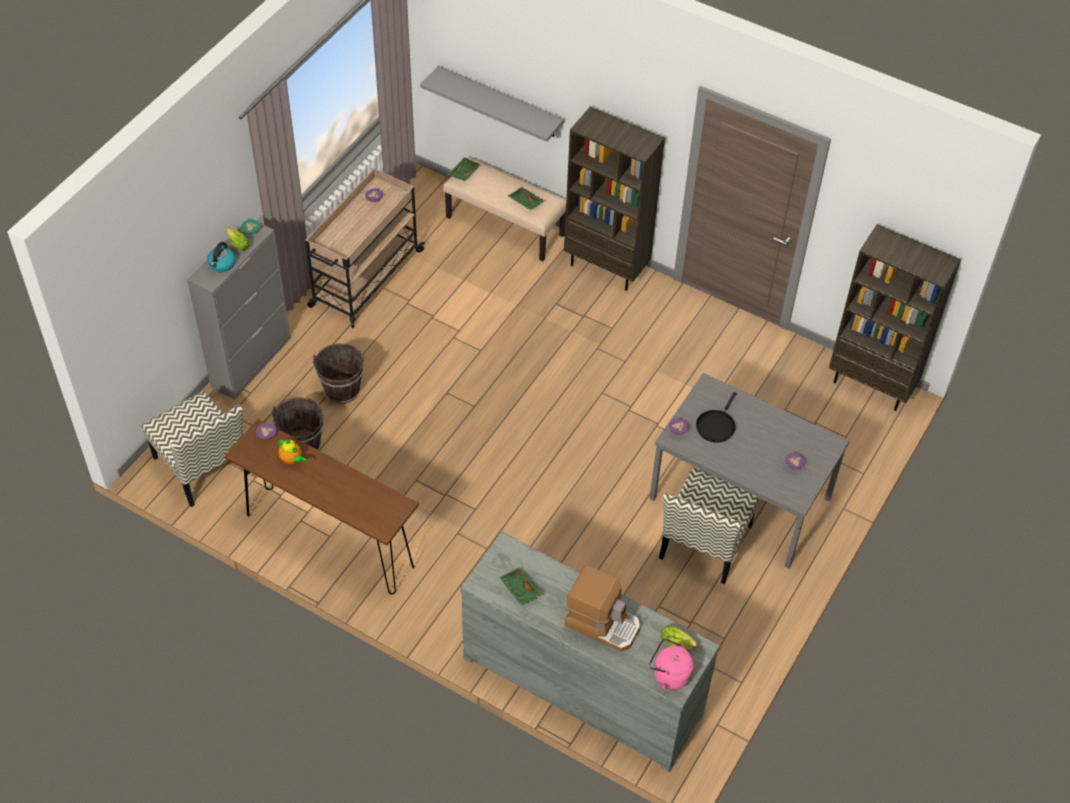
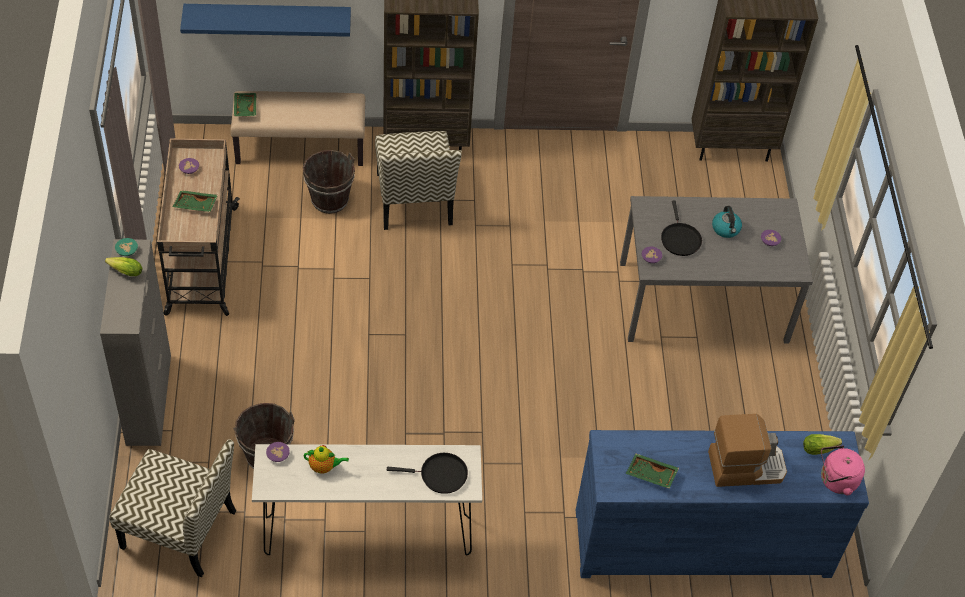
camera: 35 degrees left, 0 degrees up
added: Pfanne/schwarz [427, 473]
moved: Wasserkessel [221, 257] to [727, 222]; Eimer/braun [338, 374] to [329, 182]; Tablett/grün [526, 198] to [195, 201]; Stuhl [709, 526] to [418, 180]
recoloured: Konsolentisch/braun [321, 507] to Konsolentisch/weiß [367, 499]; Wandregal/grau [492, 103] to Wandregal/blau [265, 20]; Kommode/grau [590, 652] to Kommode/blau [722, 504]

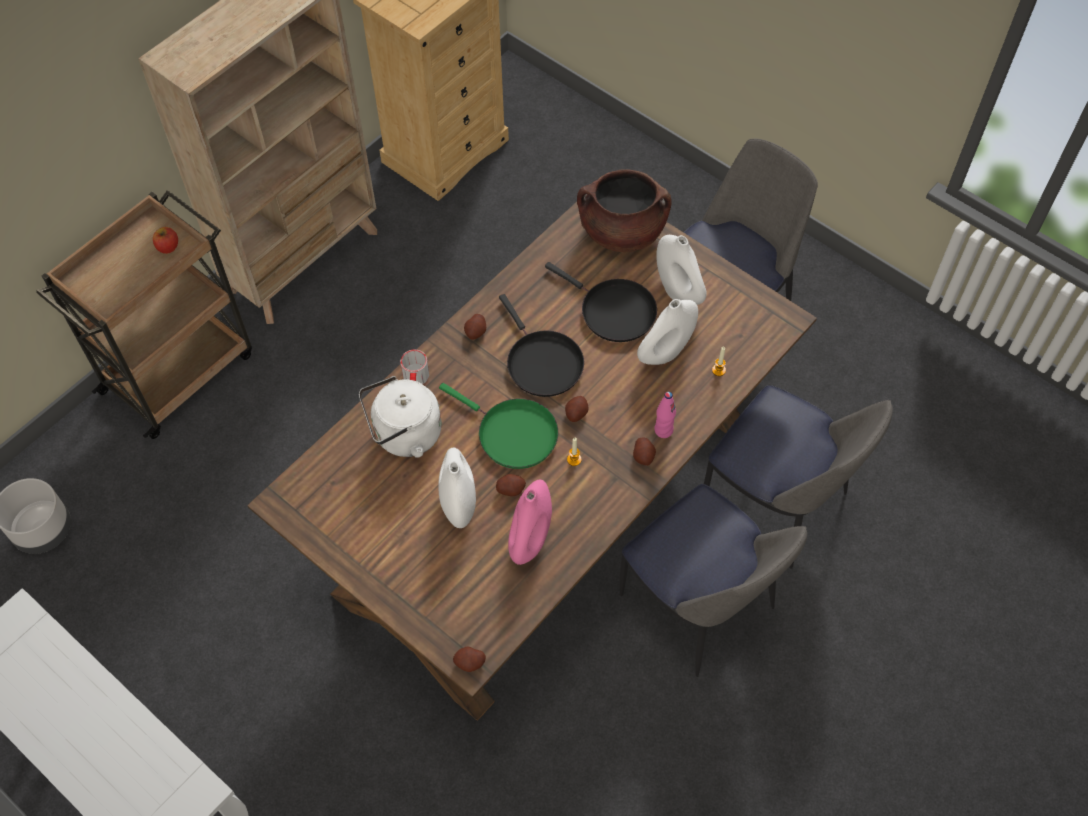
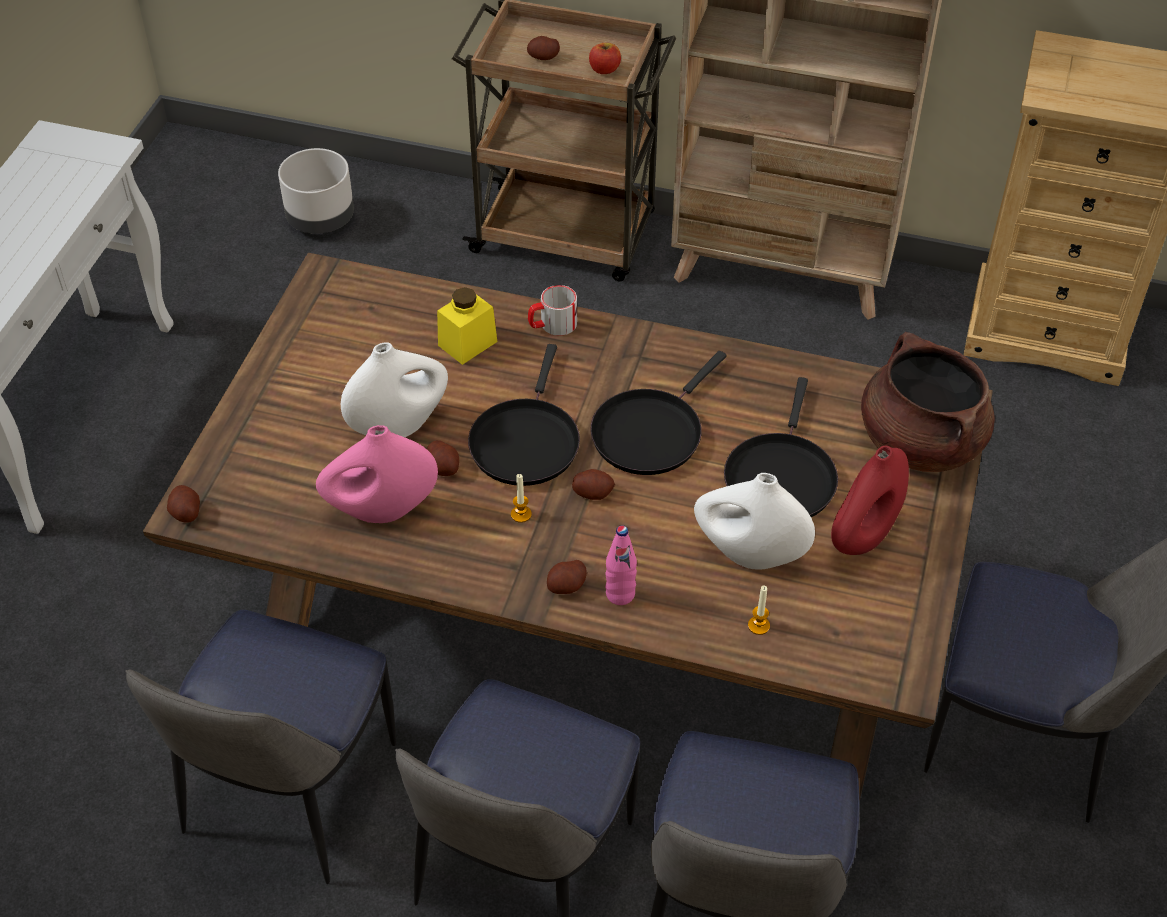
camera: 65 degrees right, 10 degrees down
added: Stuhl [260, 747]
moved: Kartoffel [475, 327] to [543, 48]
replaced: Wasserkessel/weiß [400, 417] to Vorratsglas/gelb [467, 326]
recoloured: Pfanne/grün [498, 426] to Pfanne/schwarz [524, 415]; Vase/weiß [681, 270] to Vase/rot [870, 500]

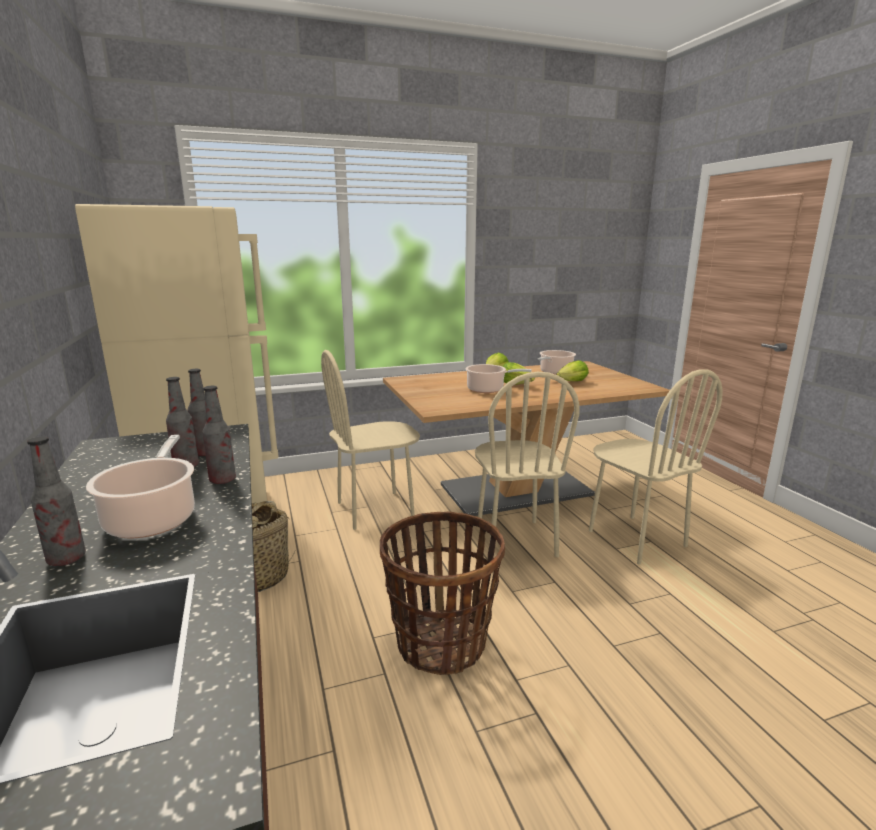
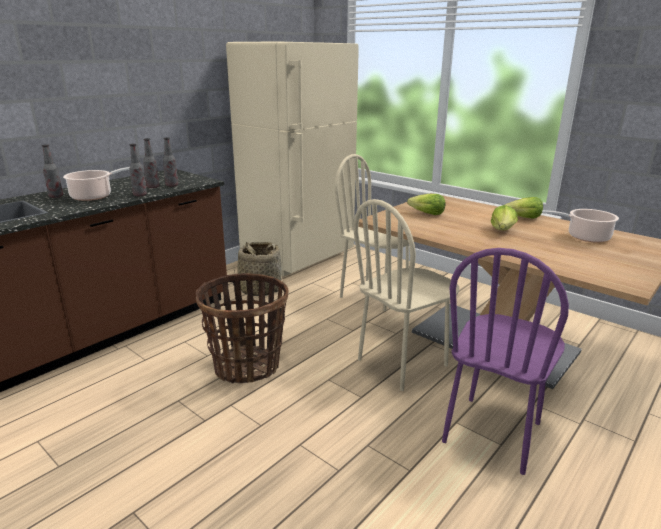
camera: 60 degrees right, 5 degrees up
removed: Kochtopf [498, 378]
moved: Salatkopf [572, 370] to [426, 204]
recoloured: Stuhl/beige [656, 467] to Stuhl/lila [505, 361]

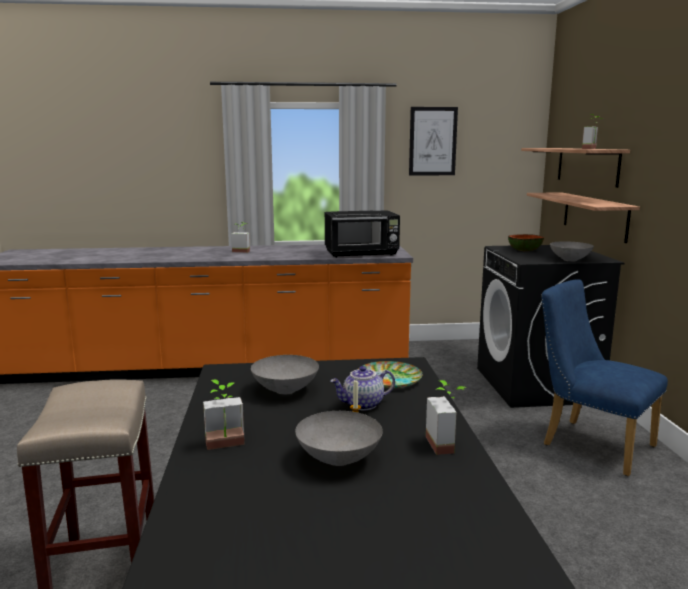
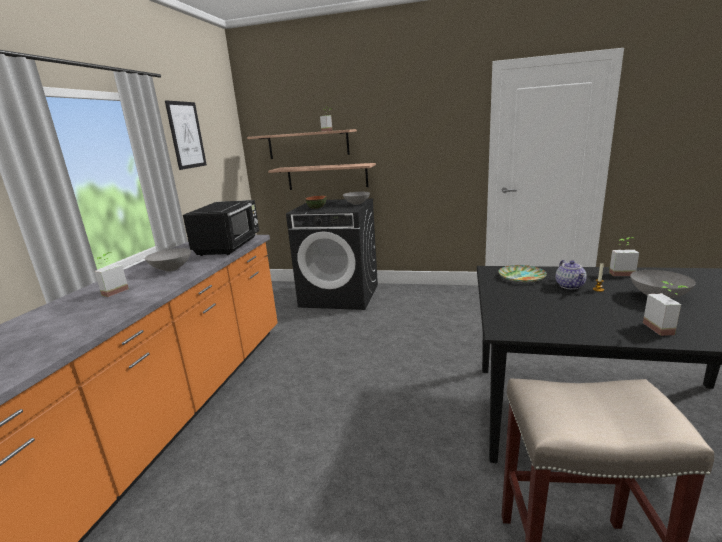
camera: 70 degrees left, 5 degrees up
removed: Stuhl/blau [604, 378]
moved: Schüssel/grau [285, 375] to [168, 260]

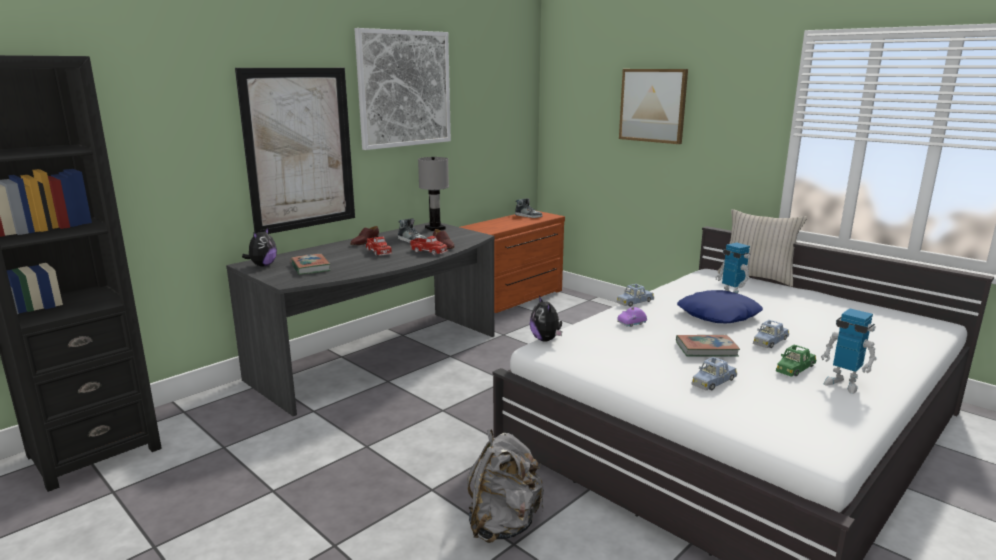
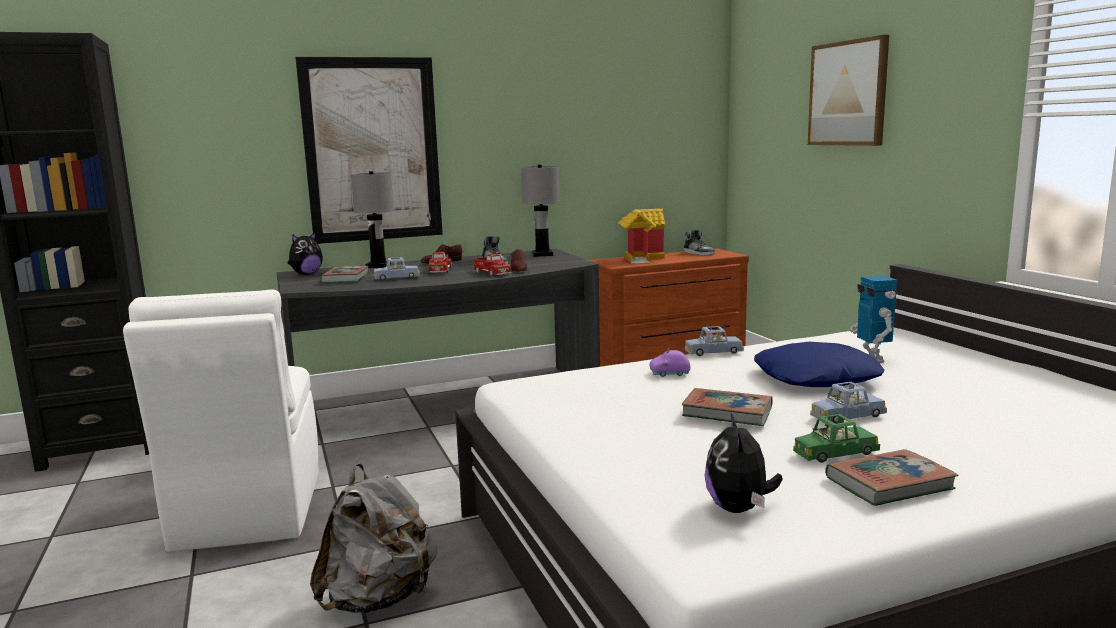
camera: 25 degrees right, 5 degrees down
removed: Bild [402, 89]; Kissen/beige [762, 248]
added: Stuhl/weiß [221, 420]; Tischlampe/grau [372, 219]; Spielzeughaus [641, 236]
moved: Plüschtier [546, 319] to [743, 463]; Spielzeugauto/blau [714, 374] to [397, 269]
replaced: Spielzeugroboter [849, 351] to Buch [891, 477]

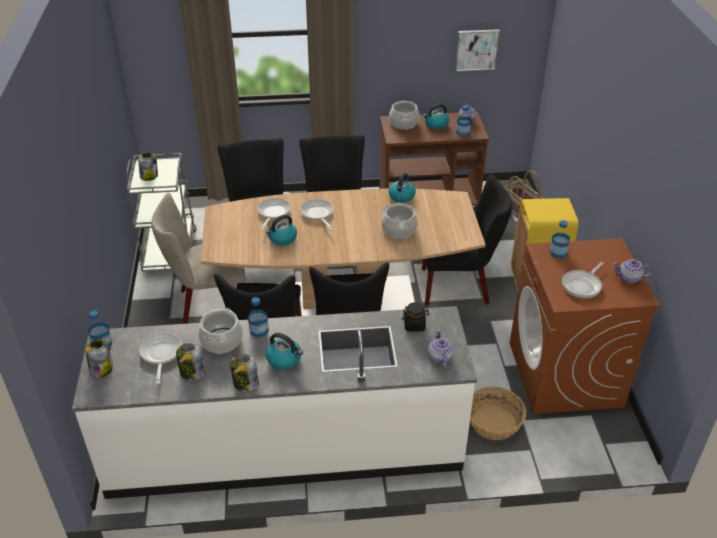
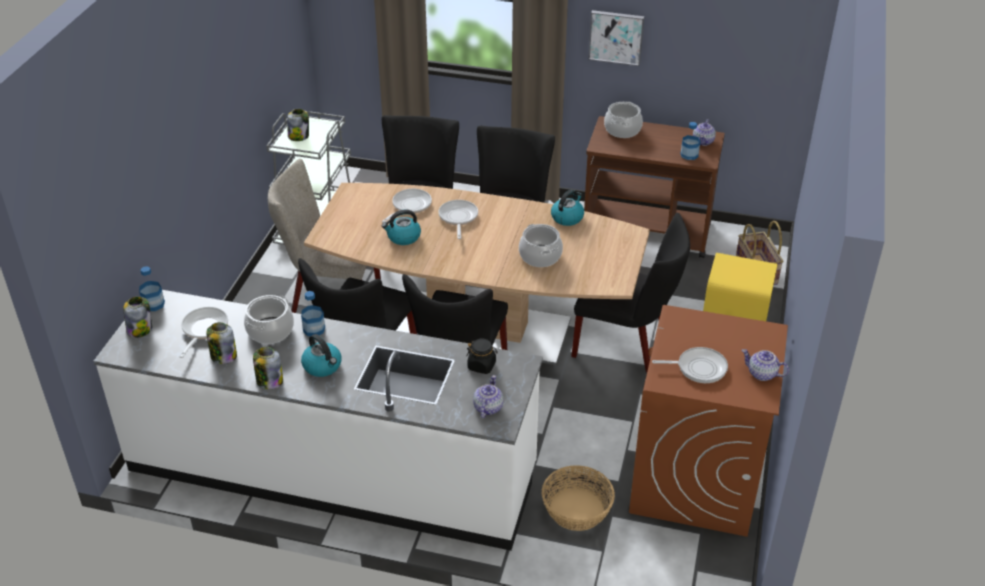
camera: 20 degrees right, 0 degrees up
removed: Wasserkessel [436, 116]; Flasche [560, 239]
moved: Bild [477, 50] to [616, 38]
turned: Pfanne [583, 280] = [690, 365] 150 degrees counterclockwise

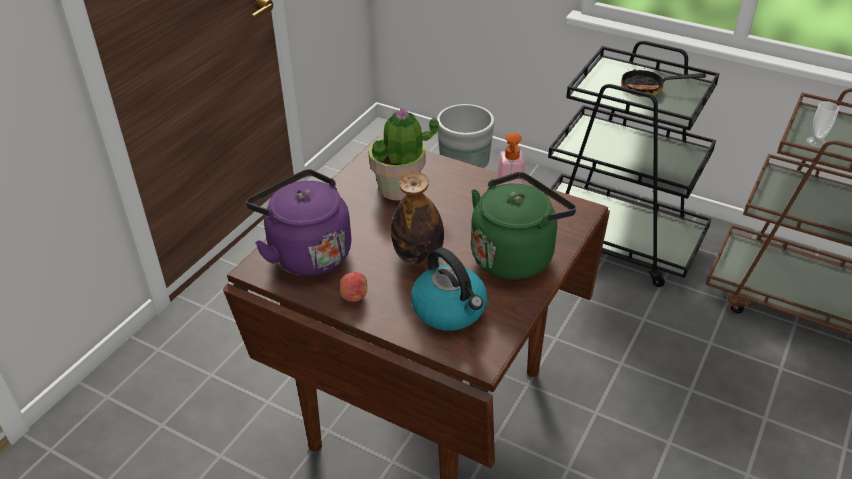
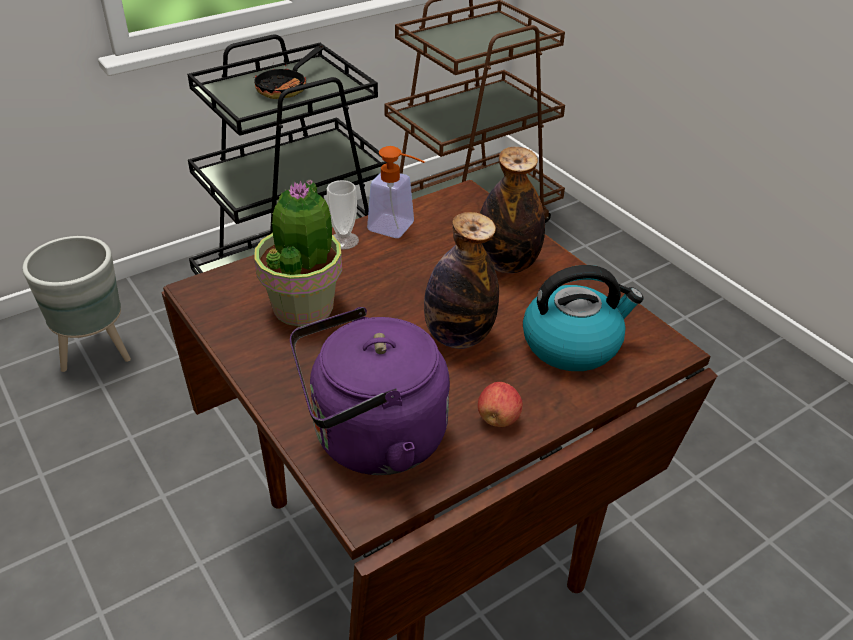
camera: 65 degrees left, 0 degrees up
moved: Tasse [822, 124] to [343, 215]
replaced: Wasserkessel/grün [523, 226] to Flasche [512, 210]

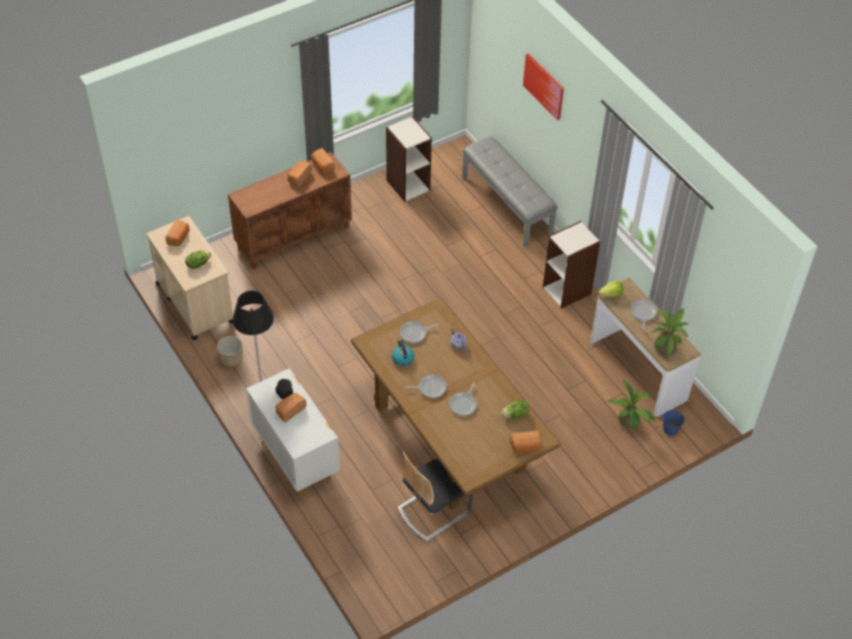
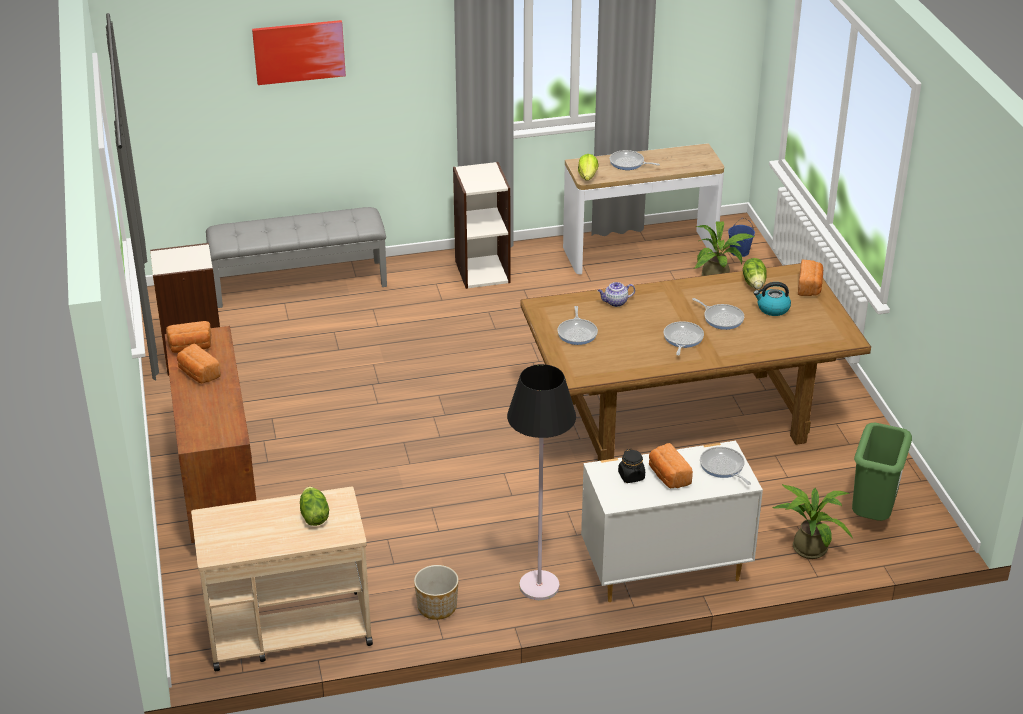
camera: 70 degrees left, 15 degrees down
removed: Brot [178, 232]; Stuhl [435, 496]
added: Pfanne [725, 466]; Mülleimer/grün [882, 472]
moved: Wasserkessel [403, 353] to [772, 299]; Topfpflanze [670, 332] to [812, 521]

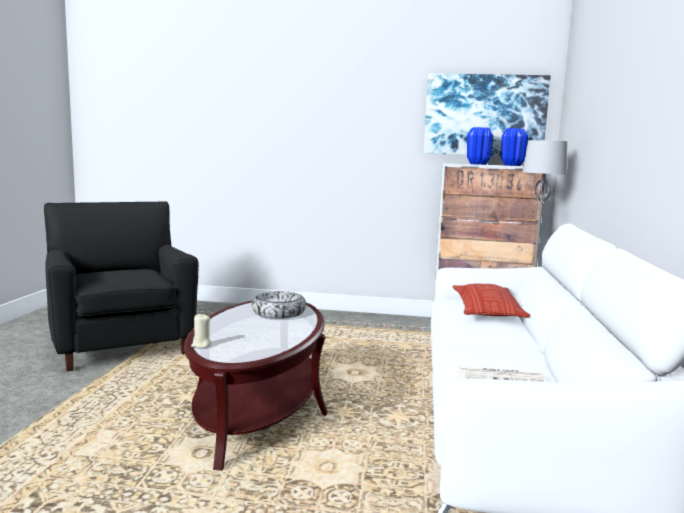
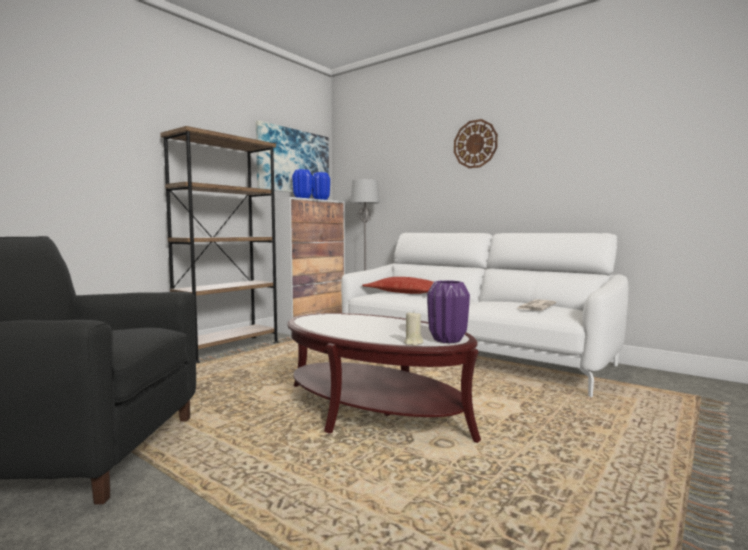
camera: 60 degrees left, 5 degrees down
removed: Schüssel [279, 305]
added: Bücherregal/braun [219, 244]; Vase/lila [448, 311]; Wanduhr [476, 143]

